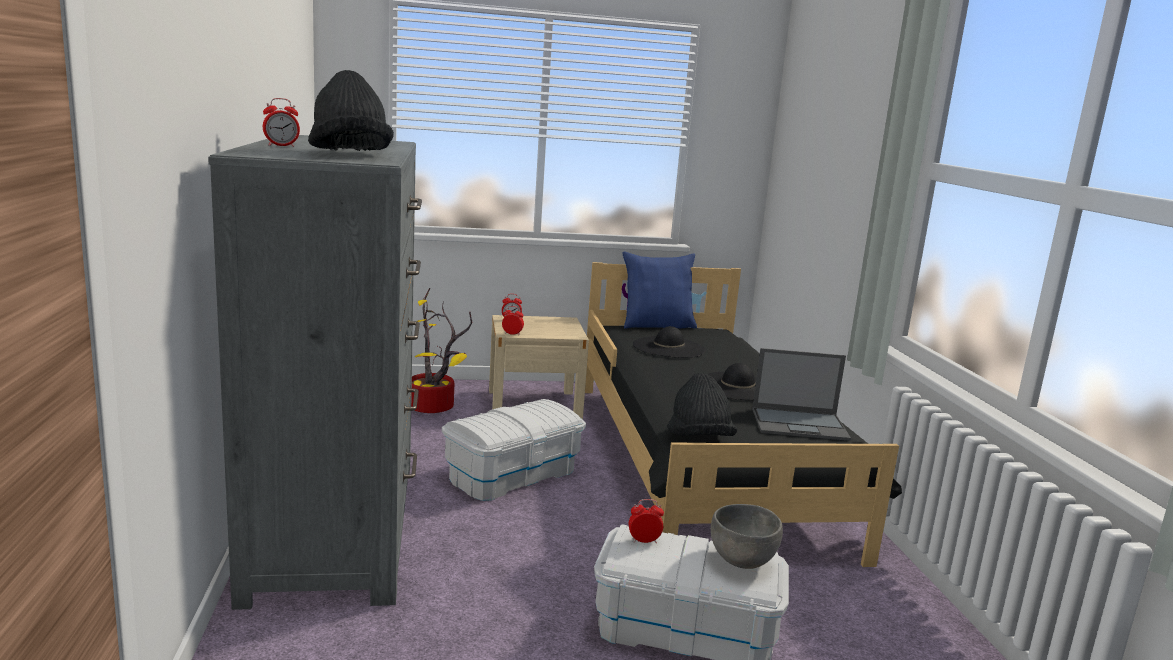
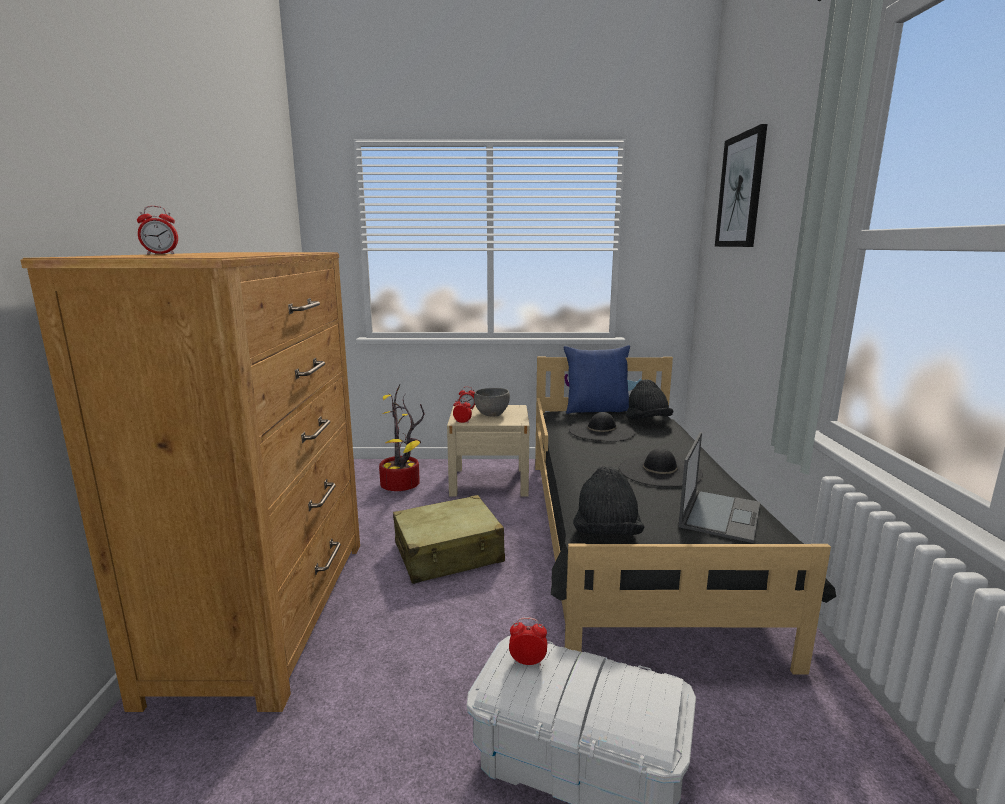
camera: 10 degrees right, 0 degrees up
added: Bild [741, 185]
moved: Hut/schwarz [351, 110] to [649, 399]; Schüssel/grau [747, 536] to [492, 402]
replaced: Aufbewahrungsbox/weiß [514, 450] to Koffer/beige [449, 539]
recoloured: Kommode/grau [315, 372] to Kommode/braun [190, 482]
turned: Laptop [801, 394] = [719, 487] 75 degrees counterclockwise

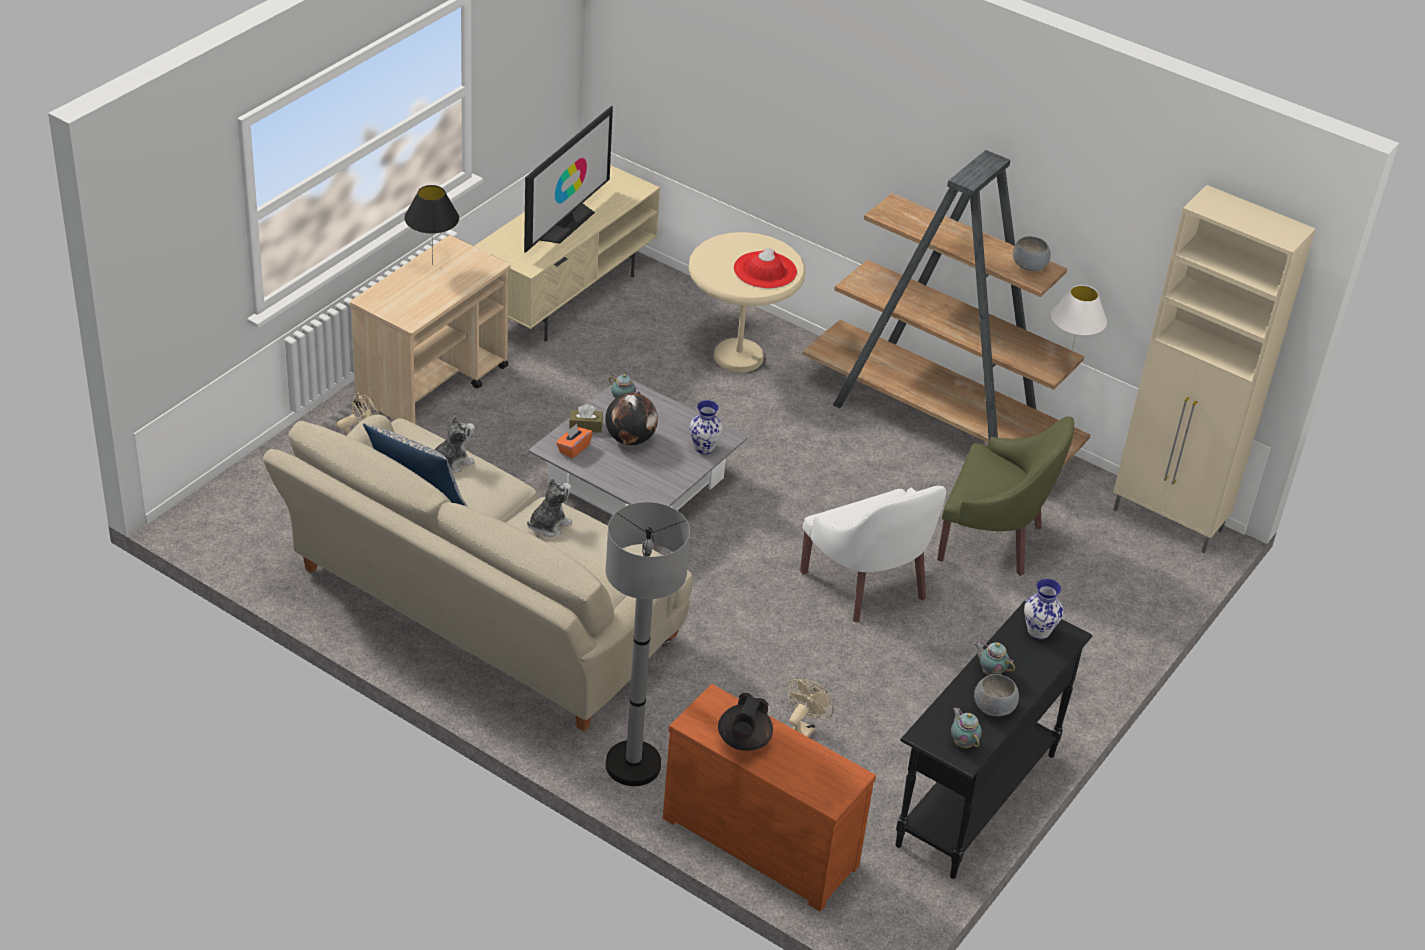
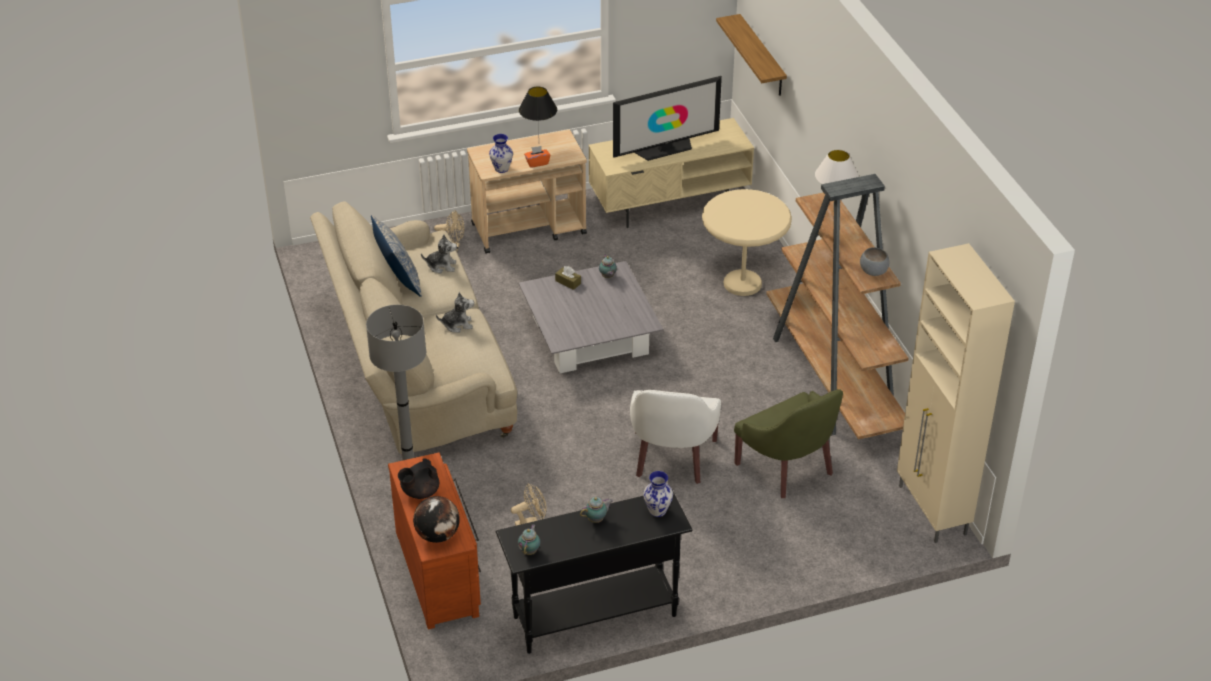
camera: 40 degrees right, 0 degrees up
removed: Hut/rot [765, 268]; Schüssel/grau [996, 695]
added: Wandregal [751, 55]
moved: Taschentuchbox/orange [574, 441] to [537, 157]; Globus [631, 419] to [436, 519]; Vase [706, 427] to [501, 153]; Tischlampe/weiß [1079, 324] to [837, 180]
turned: Teekanne [994, 658] = [596, 510] 75 degrees clockwise

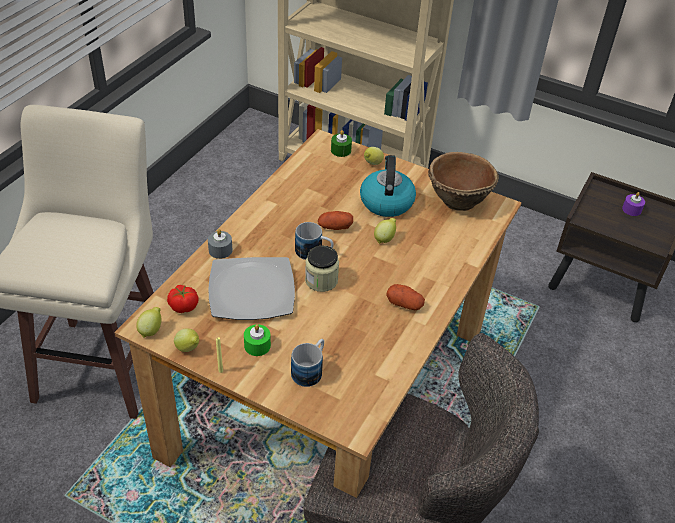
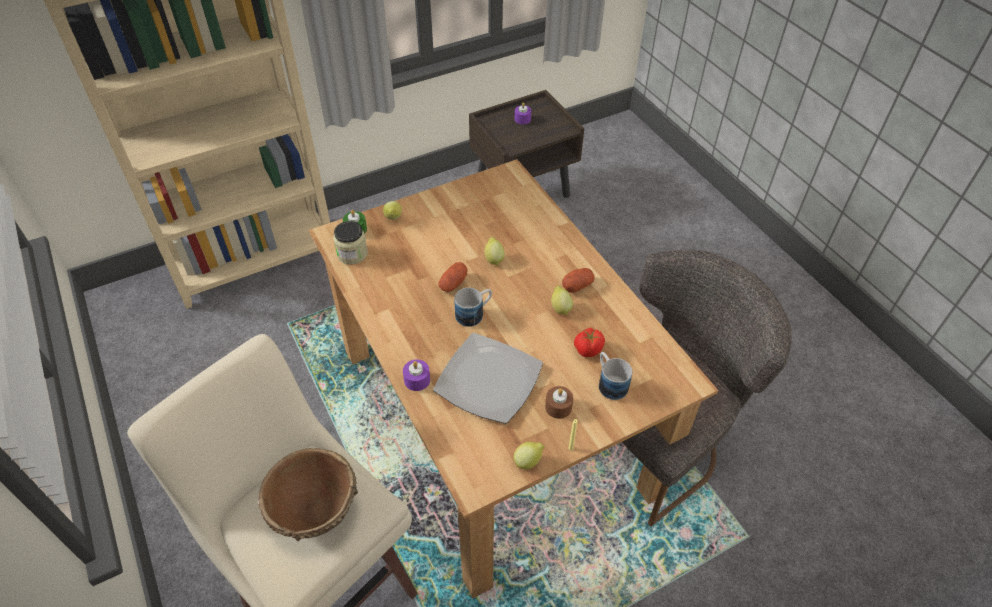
camera: 55 degrees left, 5 degrees up
removed: Wasserkessel [388, 186]
moved: Zitrone [149, 322] to [562, 300]; Tomate [183, 299] to [589, 342]; Vorratsglas [322, 268] to [350, 242]; Schüssel/braun [463, 181] to [308, 494]
recoloured: Kerze/grau [220, 244] to Kerze/lila [416, 375]; Kerze/grün [257, 340] to Kerze/braun [559, 402]

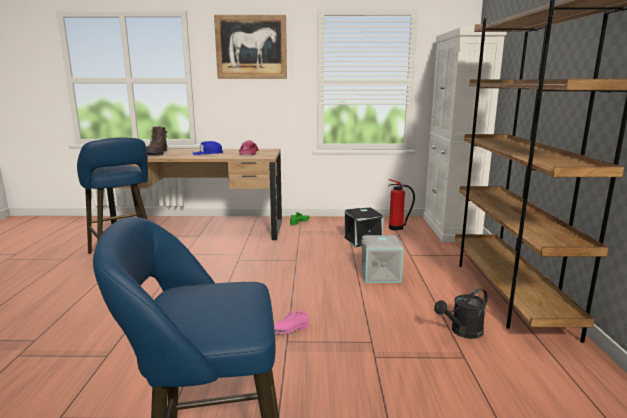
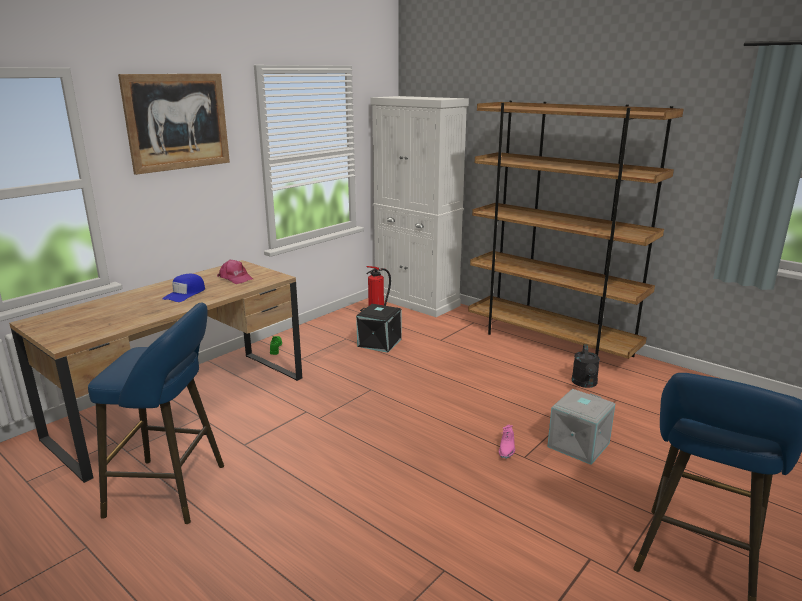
camera: 50 degrees left, 5 degrees up
removed: Stiefel/braun [157, 140]
moved: Aufbewahrungsbox/grau [382, 259] to [581, 427]

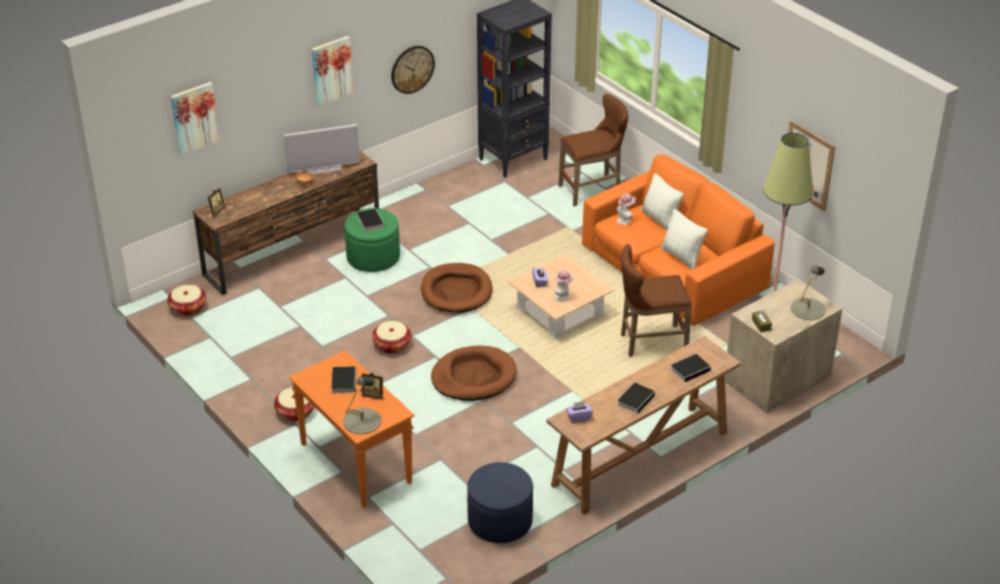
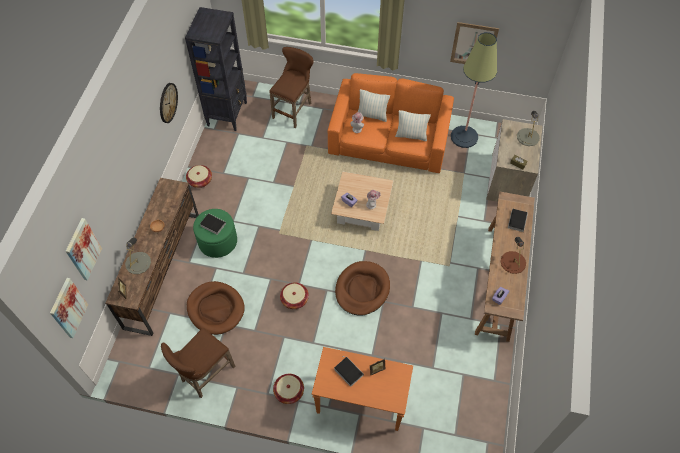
camera: 40 degrees left, 20 degrees up
removed: Fernseher [322, 149]; Polsterhocker/blau [500, 502]
moved: Korb [186, 300] to [199, 176]; Bild [332, 71] to [69, 308]; Tischlampe/grau [362, 405] to [138, 255]; Hundebett/braun [456, 288] to [216, 308]; Hocker/braun [656, 300] to [198, 363]
replaced: Buch [636, 398] to Tischlampe/braun [513, 255]

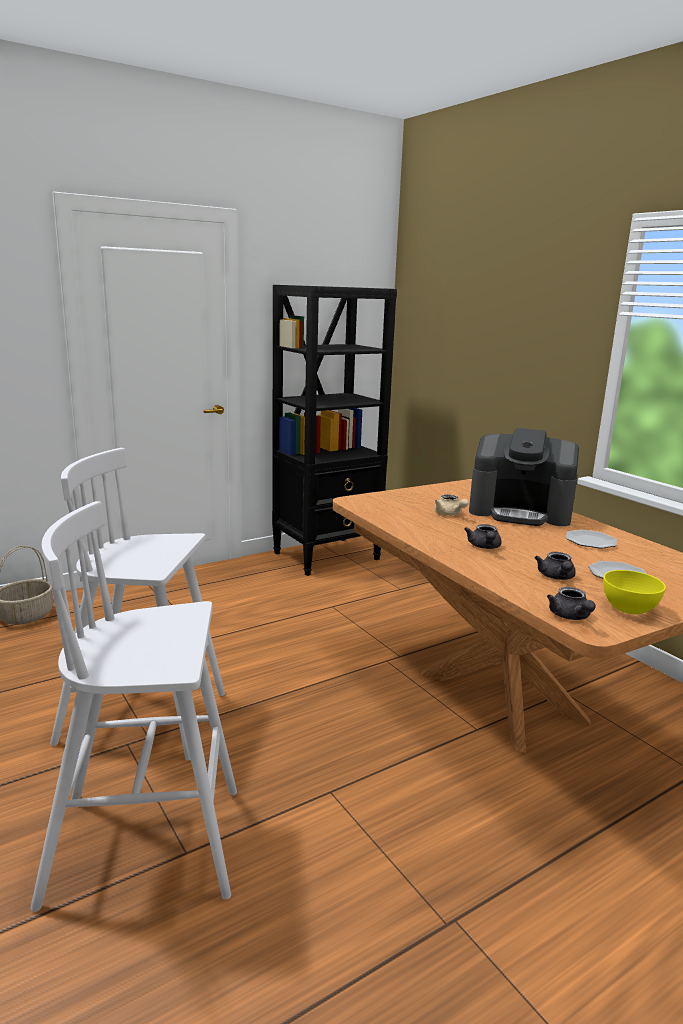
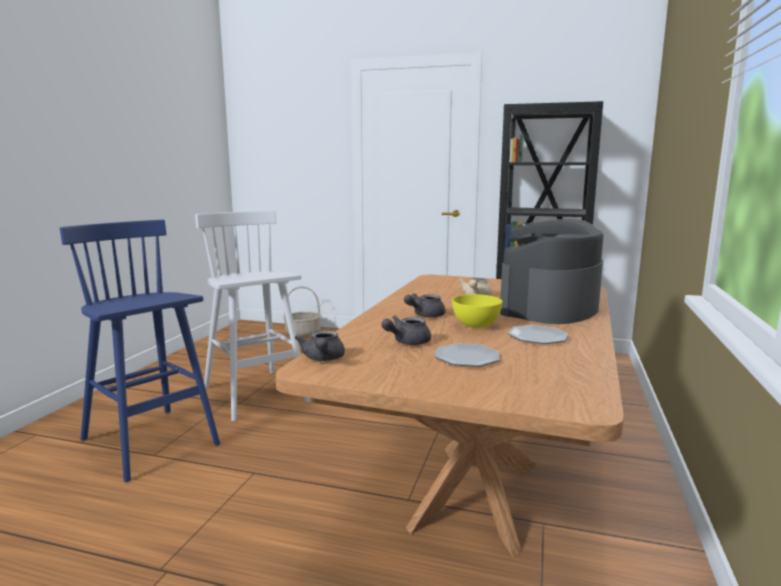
camera: 50 degrees right, 5 degrees down
moved: Schüssel/gelb [634, 592] to [477, 311]
recoloured: Hocker/weiß [133, 706] to Hocker/blau [140, 351]
turned: Kaffeemaschine [524, 477] = [552, 271] 60 degrees clockwise; Teekanne/grau [571, 603] = [320, 345] 45 degrees counterclockwise

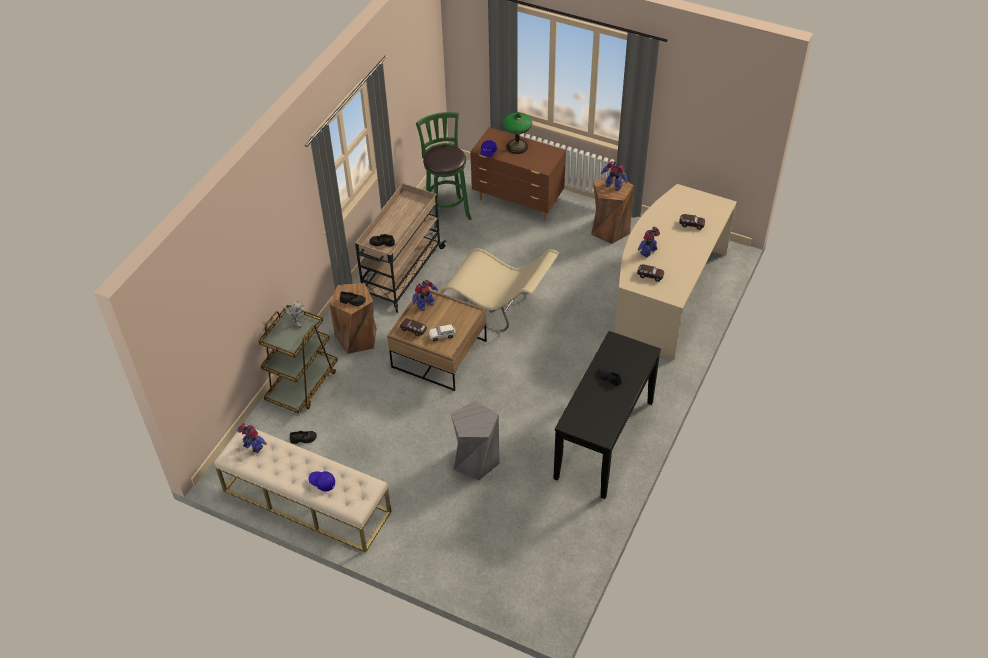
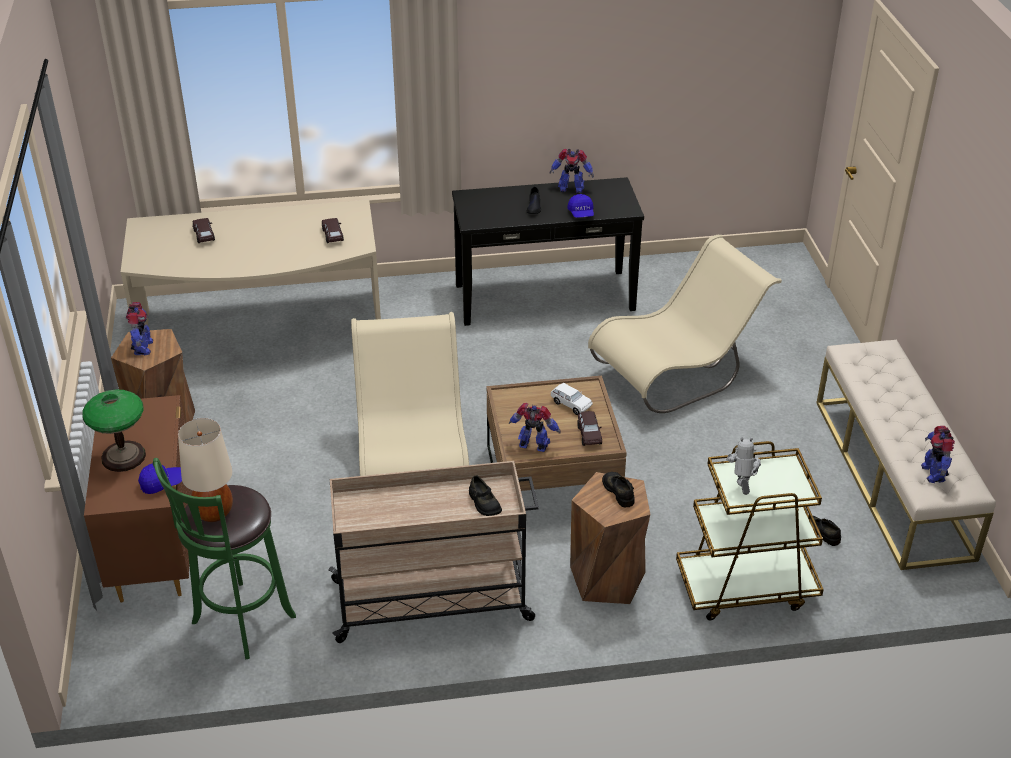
camera: 125 degrees left, 10 degrees down
added: Tischlampe/beige [205, 470]
moved: Kappe/blau [321, 481] to [580, 206]; Spielzeugroboter [649, 242] to [572, 171]
replaced: Hocker/grau [475, 440] to Stuhl/beige [685, 324]

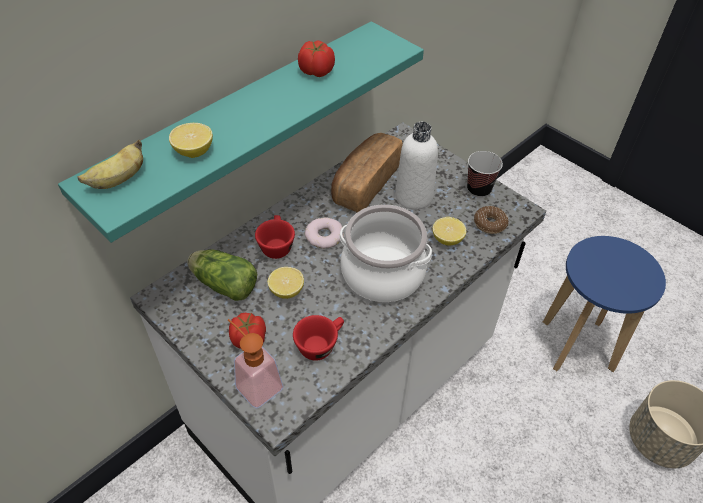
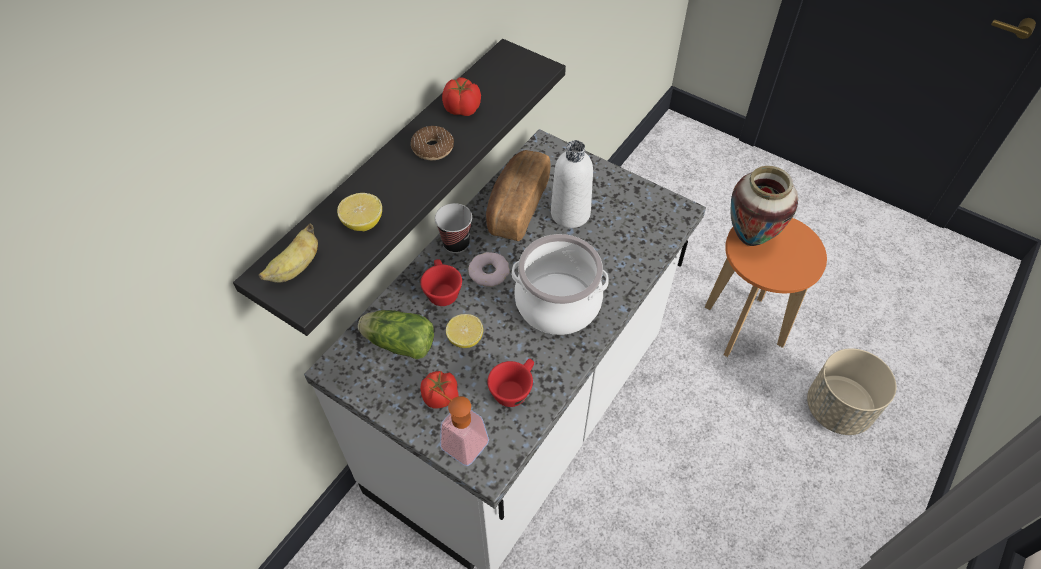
camera: 10 degrees left, 5 degrees up
removed: Zitrone [449, 231]
added: Vase [764, 206]
moved: Tasse [485, 174] to [453, 228]; Donut [491, 220] to [432, 143]
recoloured: Wandregal/türkis [241, 132] to Wandregal/schwarz [399, 187]; Hocker/blau [604, 304] to Hocker/orange [766, 287]

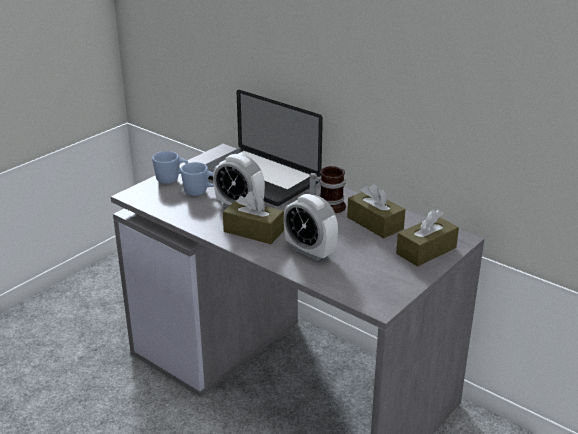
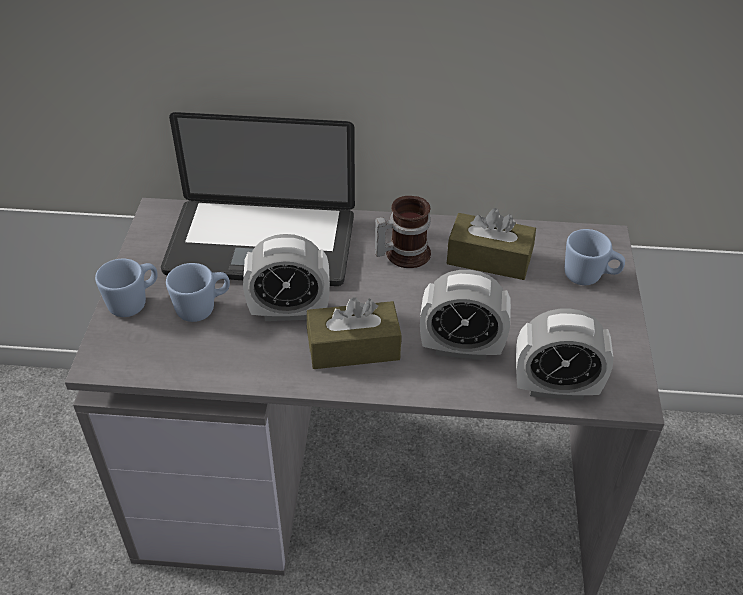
camera: 35 degrees left, 15 degrees up
added: Wecker [565, 354]
replaced: Taschentuchbox/braun [427, 238] to Henkelbecher/blau [595, 257]

